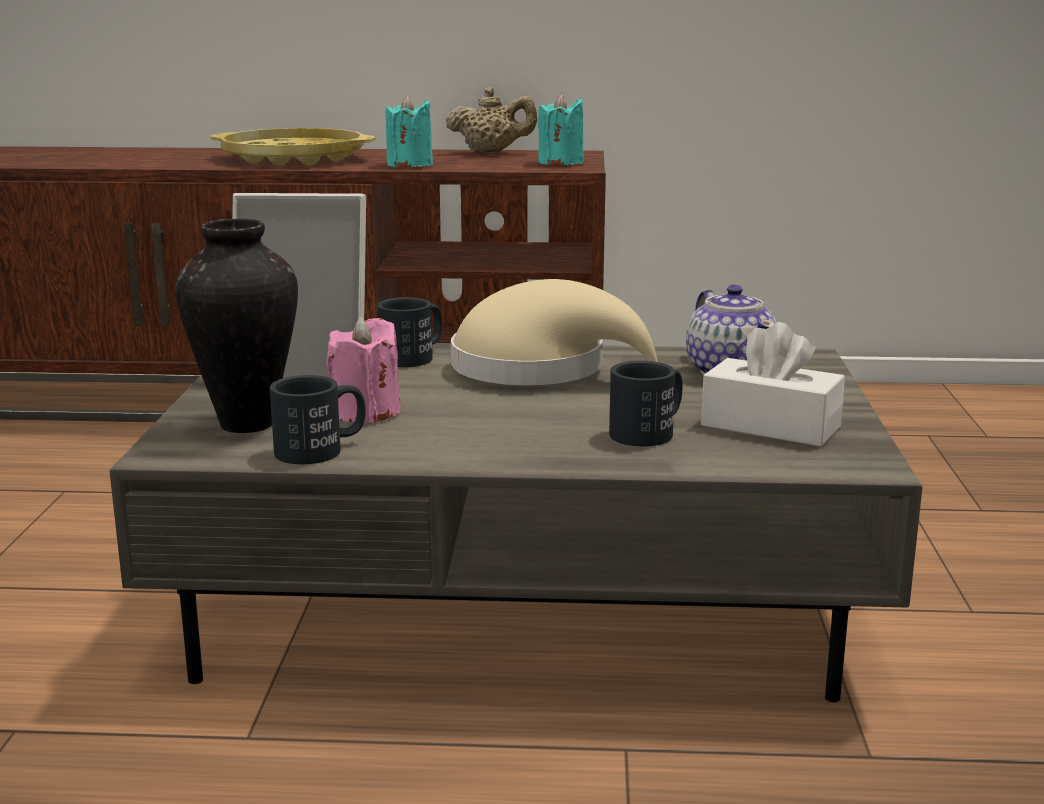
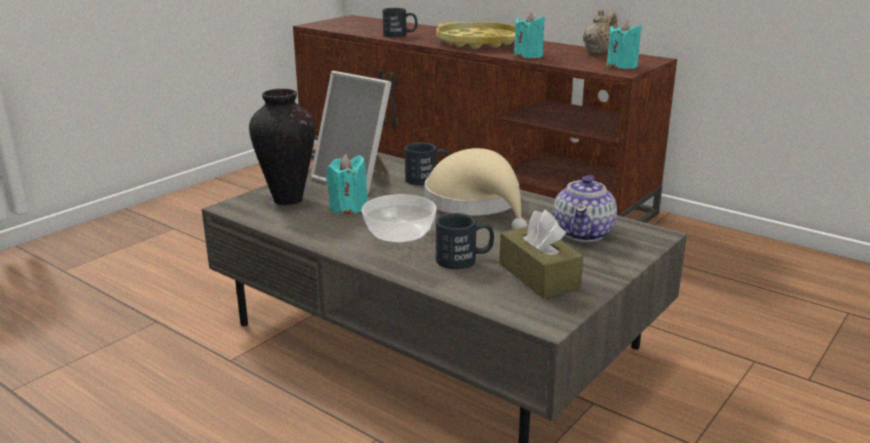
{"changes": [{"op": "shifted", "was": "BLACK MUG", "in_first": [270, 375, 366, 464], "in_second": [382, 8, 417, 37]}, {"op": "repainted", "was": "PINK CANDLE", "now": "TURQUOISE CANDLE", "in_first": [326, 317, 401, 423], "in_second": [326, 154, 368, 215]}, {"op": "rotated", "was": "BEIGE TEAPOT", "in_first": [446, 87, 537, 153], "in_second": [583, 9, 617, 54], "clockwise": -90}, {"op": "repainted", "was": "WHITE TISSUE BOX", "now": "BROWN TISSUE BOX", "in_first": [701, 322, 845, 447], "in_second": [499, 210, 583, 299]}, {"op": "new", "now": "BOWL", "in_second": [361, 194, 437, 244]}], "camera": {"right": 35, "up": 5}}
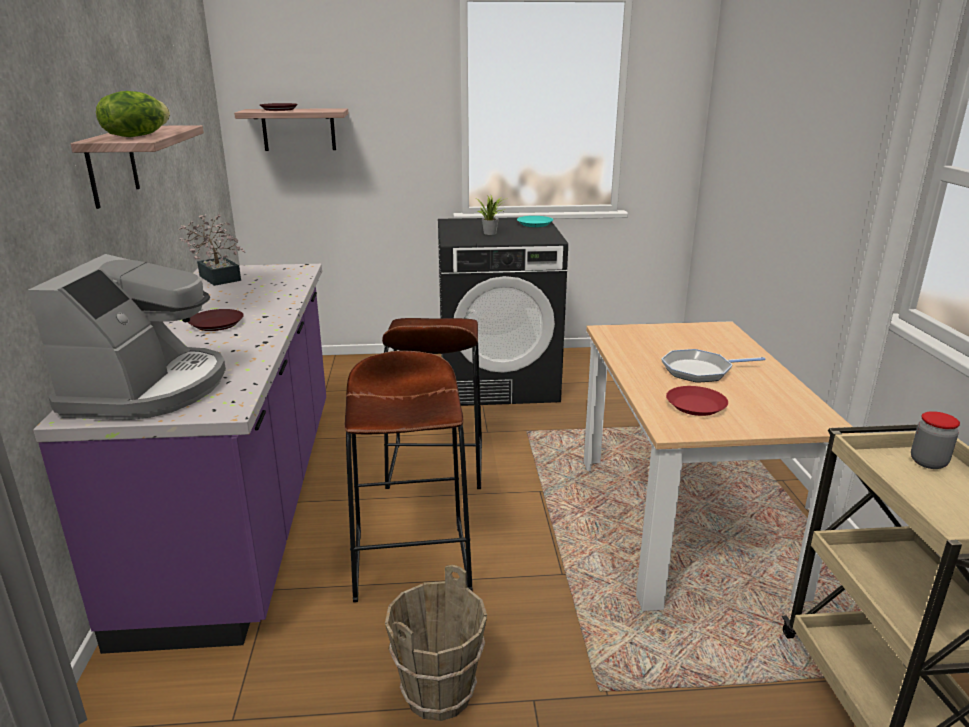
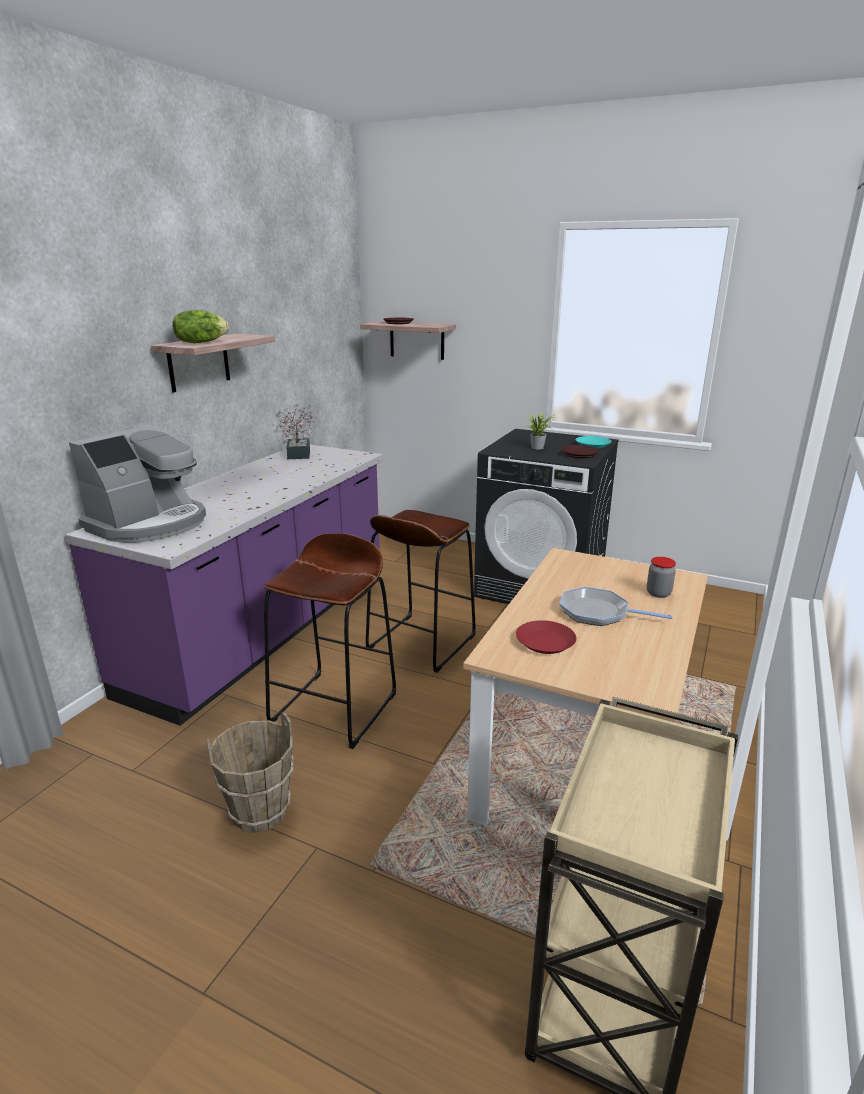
{"changes": [{"op": "shifted", "was": "BROWN PLATE", "in_first": [188, 309, 244, 331], "in_second": [562, 445, 600, 458]}, {"op": "shifted", "was": "JAR", "in_first": [911, 411, 960, 469], "in_second": [647, 557, 676, 598]}], "camera": {"right": 30, "up": 0}}
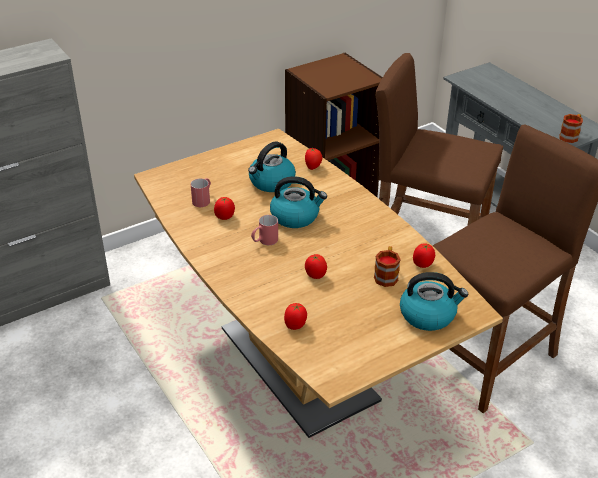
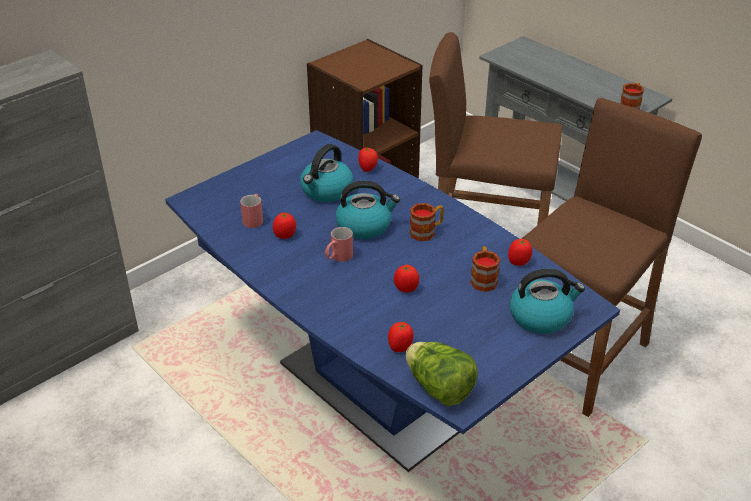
{"changes": [{"op": "repainted", "was": "BROWN DINING TABLE", "now": "BLUE DINING TABLE", "in_first": [134, 129, 503, 438], "in_second": [165, 130, 620, 472]}, {"op": "new", "now": "LETTUCE", "in_second": [405, 342, 478, 406]}, {"op": "new", "now": "MUG", "in_second": [409, 203, 444, 241]}], "camera": {"right": -10, "up": 0}}
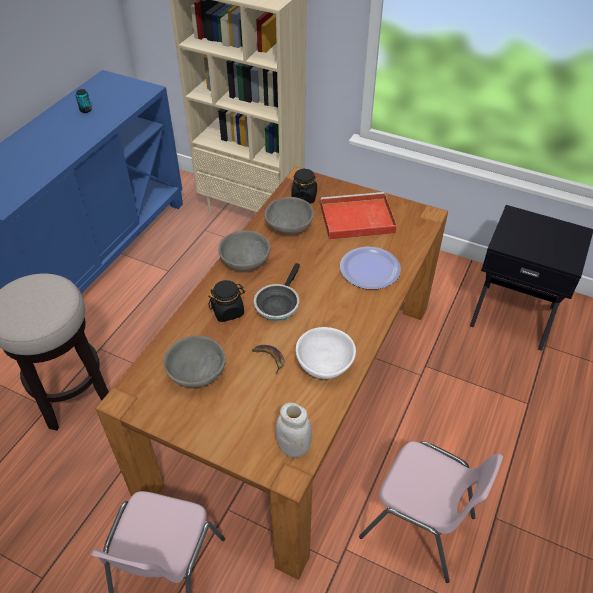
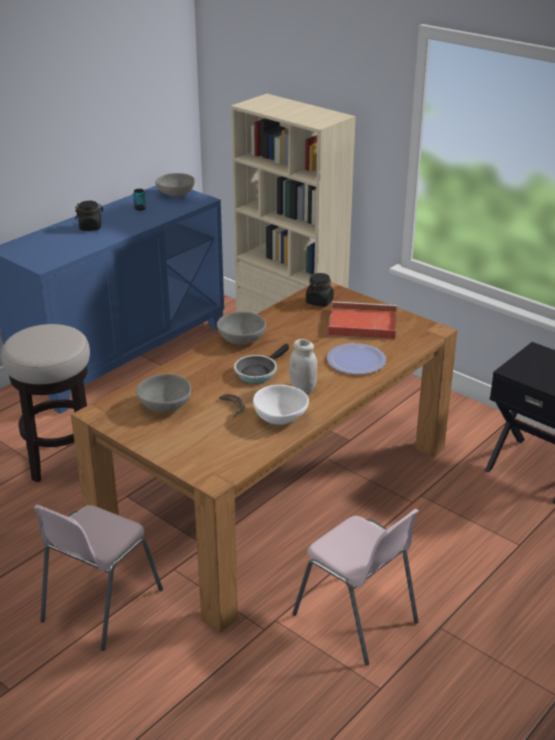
{"changes": [{"op": "shifted", "was": "BLACK JAR", "in_first": [208, 280, 245, 322], "in_second": [75, 201, 103, 231]}, {"op": "shifted", "was": "GREY BOWL", "in_first": [264, 197, 314, 234], "in_second": [155, 173, 195, 197]}, {"op": "shifted", "was": "WHITE JAR", "in_first": [276, 403, 312, 458], "in_second": [289, 339, 317, 393]}], "camera": {"right": 15, "up": -15}}
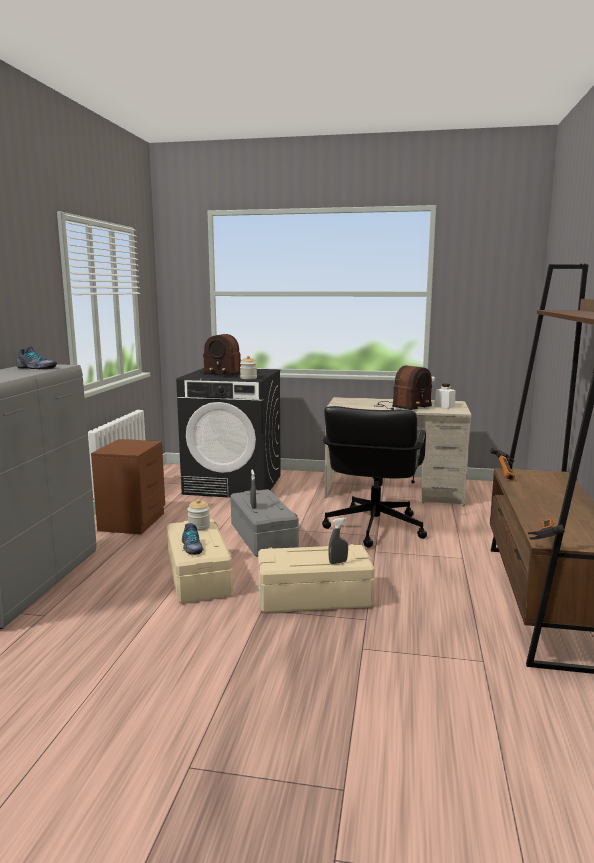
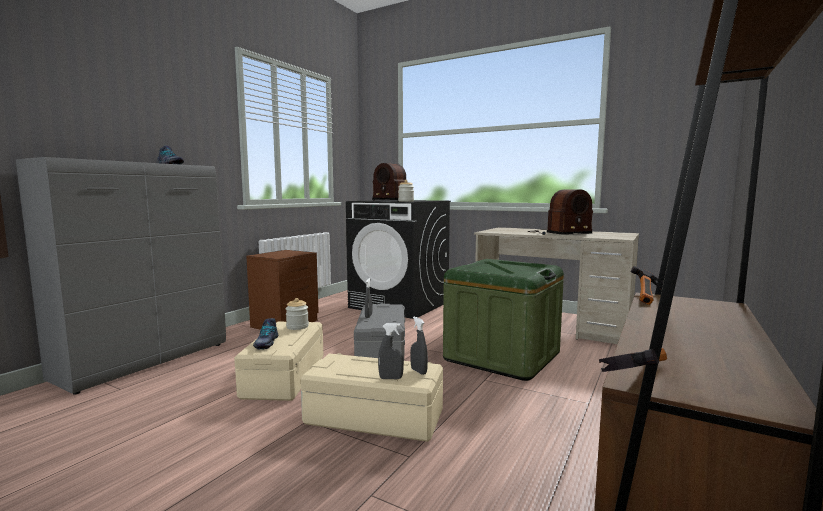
{"changes": [{"op": "swapped", "was": "BLACK OFFICE CHAIR", "now": "GREEN STORAGE BOX", "in_first": [322, 406, 427, 548], "in_second": [443, 259, 564, 381]}, {"op": "gone", "was": "WHITE JAR", "in_first": [434, 383, 455, 408]}, {"op": "new", "now": "GREY SPRAY BOTTLE", "in_second": [410, 317, 428, 375]}], "camera": {"right": 20, "up": -5}}
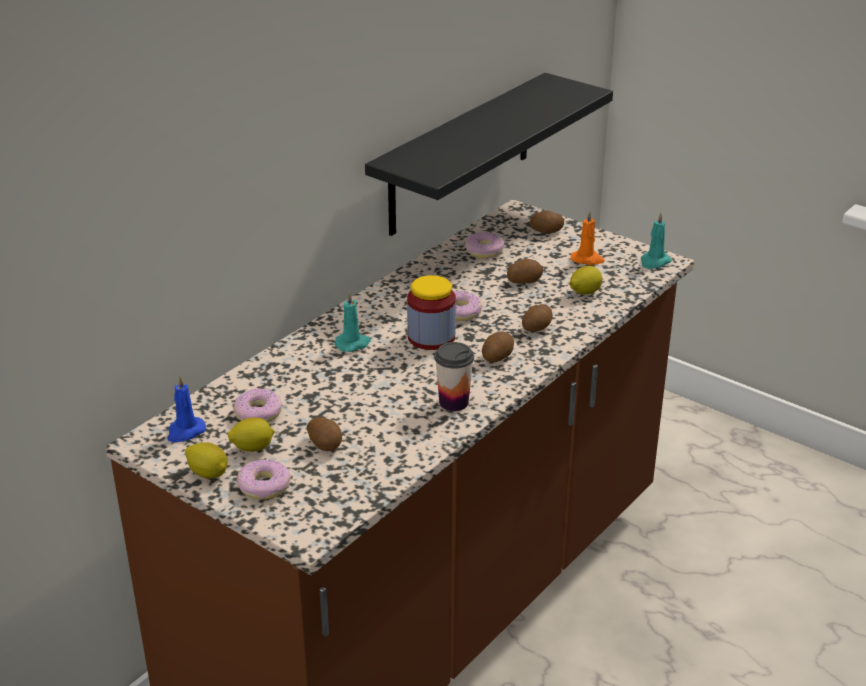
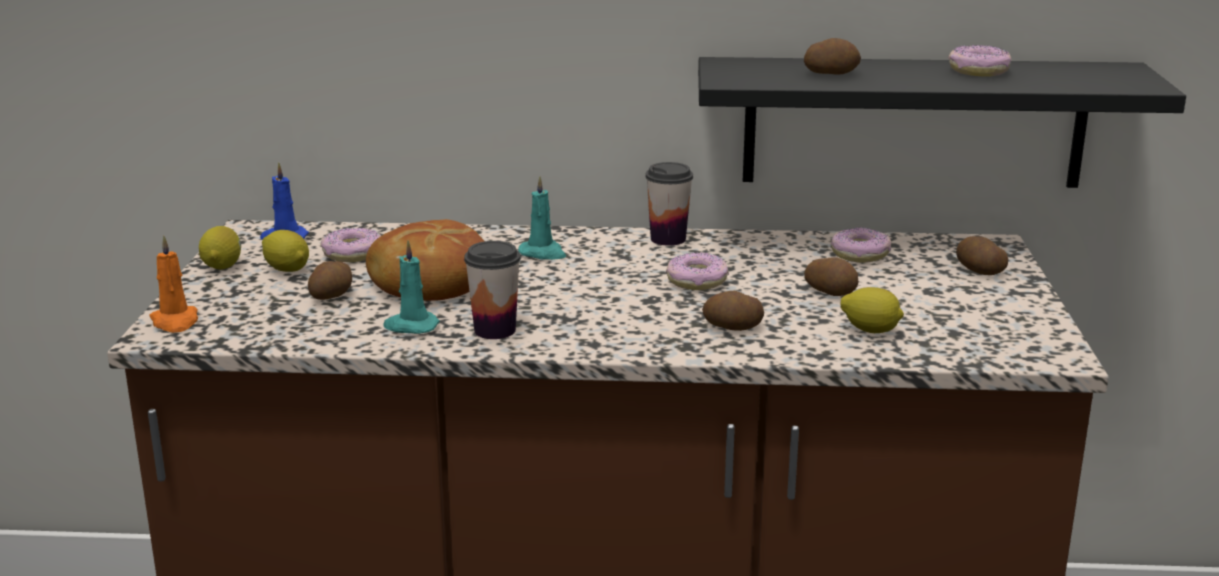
{"changes": [{"op": "shifted", "was": "DONUT", "in_first": [237, 459, 291, 500], "in_second": [948, 45, 1012, 76]}, {"op": "gone", "was": "JAR", "in_first": [407, 275, 456, 350]}, {"op": "shifted", "was": "POTATO", "in_first": [482, 331, 514, 362], "in_second": [804, 38, 861, 75]}, {"op": "shifted", "was": "ORANGE CANDLE", "in_first": [571, 211, 605, 265], "in_second": [150, 235, 198, 333]}, {"op": "shifted", "was": "TURQUOISE CANDLE", "in_first": [641, 212, 672, 269], "in_second": [383, 240, 440, 334]}, {"op": "new", "now": "BREAD", "in_second": [366, 219, 484, 301]}, {"op": "new", "now": "CUP", "in_second": [645, 162, 693, 246]}], "camera": {"right": 55, "up": -10}}
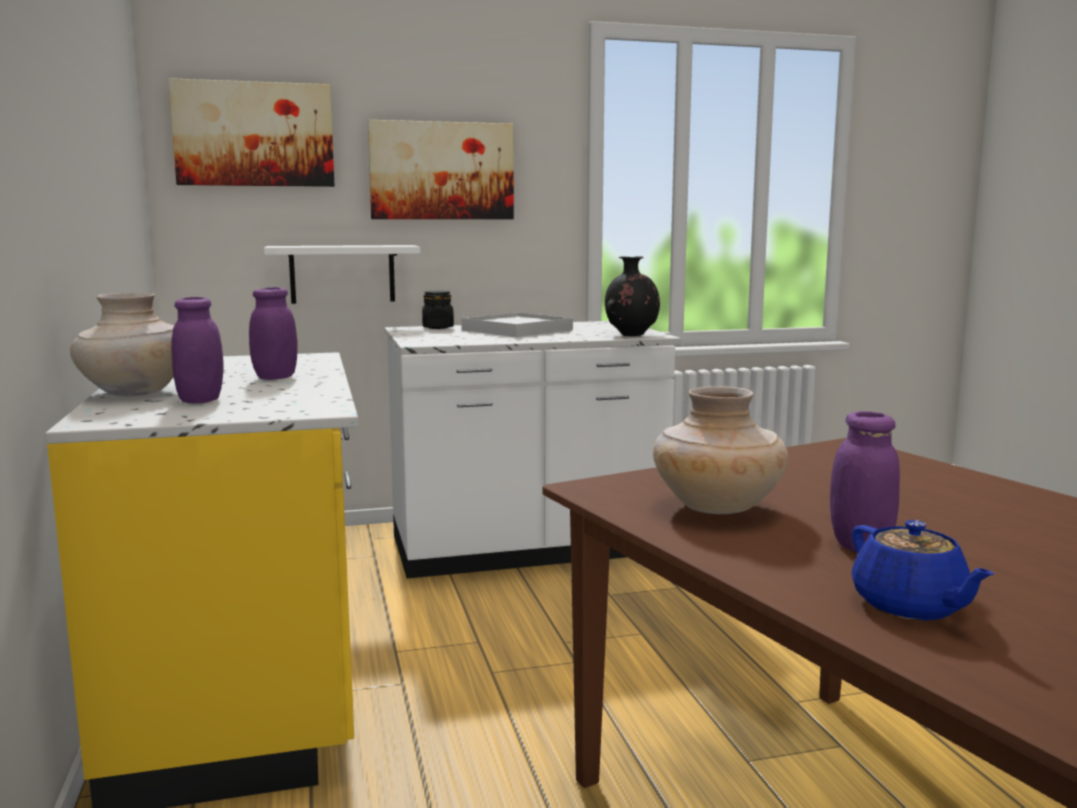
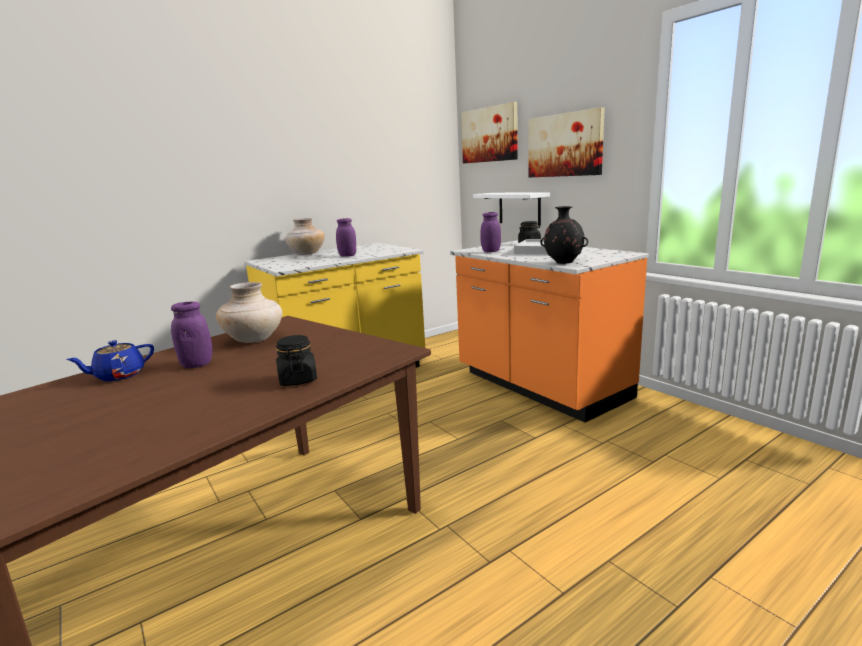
{"changes": [{"op": "shifted", "was": "PURPLE JAR", "in_first": [171, 297, 224, 403], "in_second": [480, 212, 501, 252]}, {"op": "repainted", "was": "WHITE COUNTER", "now": "ORANGE COUNTER", "in_first": [385, 321, 681, 578], "in_second": [450, 240, 649, 422]}, {"op": "new", "now": "BLACK JAR", "in_second": [276, 335, 317, 386]}], "camera": {"right": 70, "up": 5}}
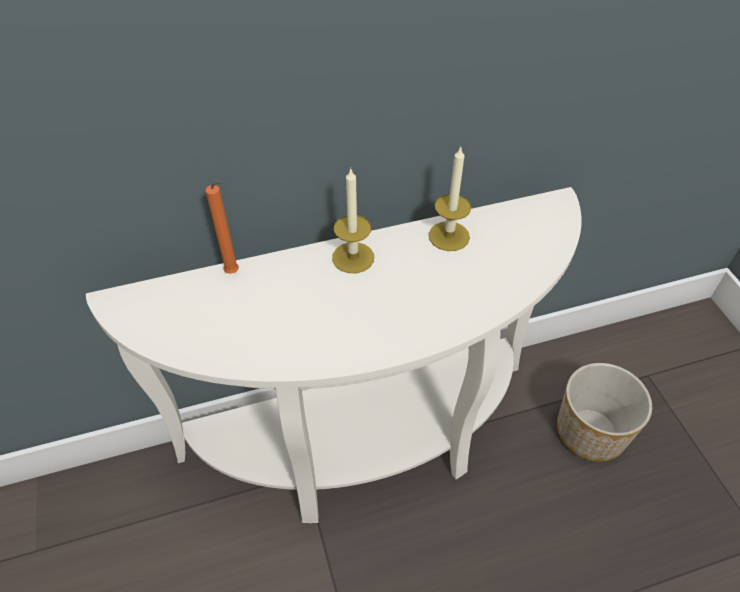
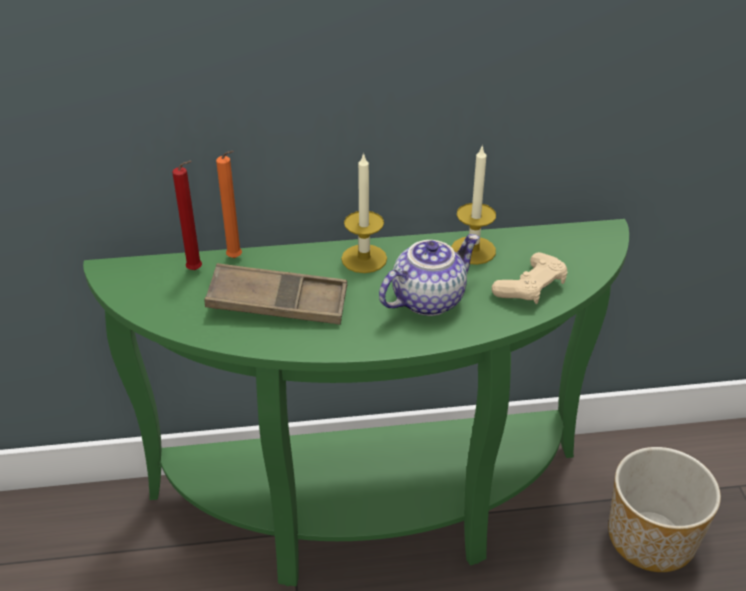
{"changes": [{"op": "repainted", "was": "WHITE CONSOLE TABLE", "now": "GREEN CONSOLE TABLE", "in_first": [86, 187, 581, 524], "in_second": [83, 219, 629, 586]}, {"op": "new", "now": "RED CANDLE", "in_second": [172, 161, 202, 270]}, {"op": "new", "now": "BROWN TRAY", "in_second": [205, 263, 347, 325]}, {"op": "new", "now": "TEAPOT", "in_second": [379, 234, 480, 316]}, {"op": "new", "now": "BEIGE GAME CONTROLLER", "in_second": [492, 252, 567, 304]}], "camera": {"right": 10, "up": -10}}
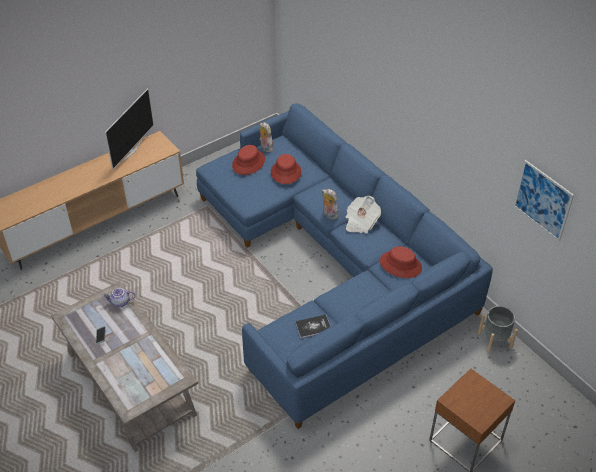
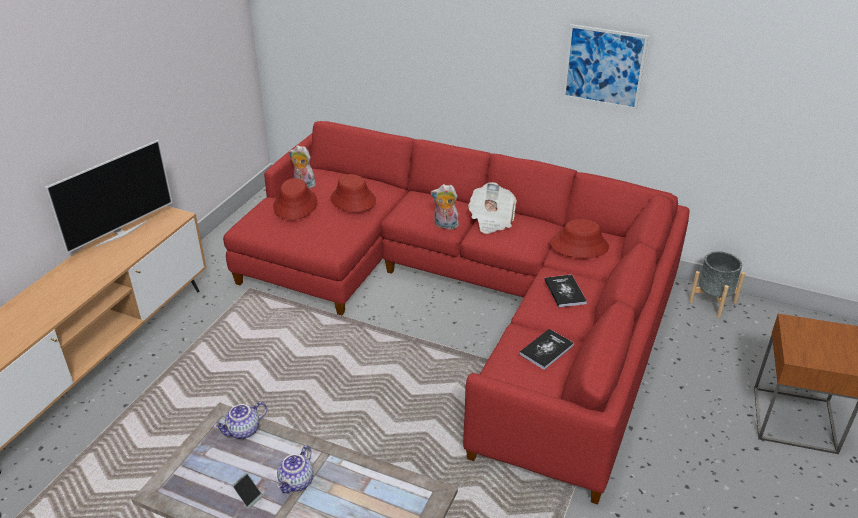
{"changes": [{"op": "rotated", "was": "TELEVISION", "in_first": [105, 88, 154, 170], "in_second": [45, 140, 173, 253], "clockwise": 45}, {"op": "repainted", "was": "BLUE SOFA", "now": "RED SOFA", "in_first": [196, 103, 493, 429], "in_second": [223, 121, 689, 505]}, {"op": "shifted", "was": "PICTURE", "in_first": [513, 160, 574, 241], "in_second": [563, 24, 649, 110]}, {"op": "new", "now": "TEAPOT", "in_second": [277, 445, 313, 493]}, {"op": "new", "now": "BOOK", "in_second": [545, 274, 587, 308]}], "camera": {"right": -30, "up": -10}}
